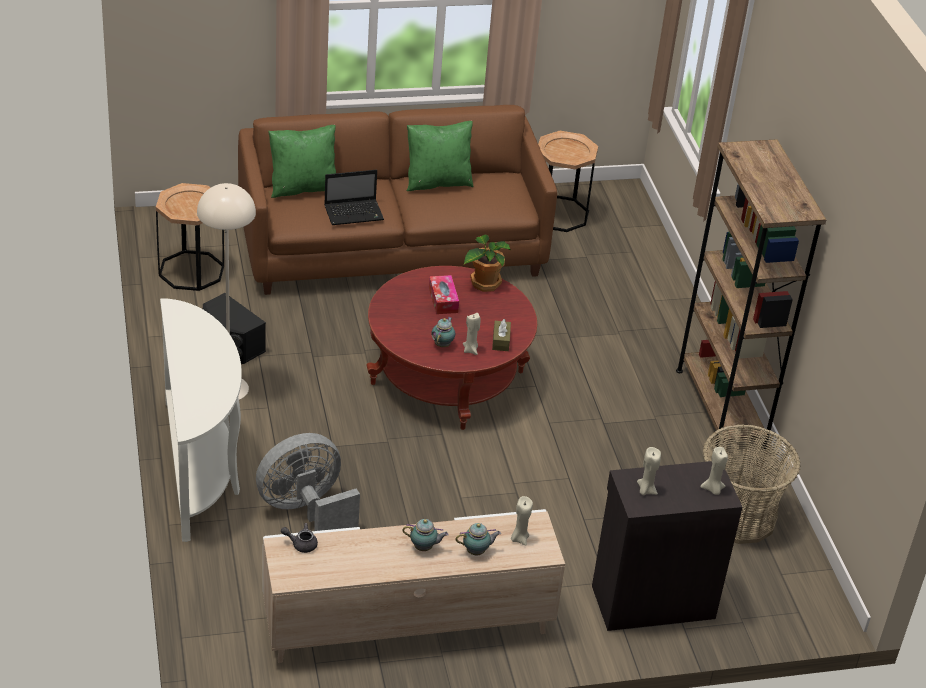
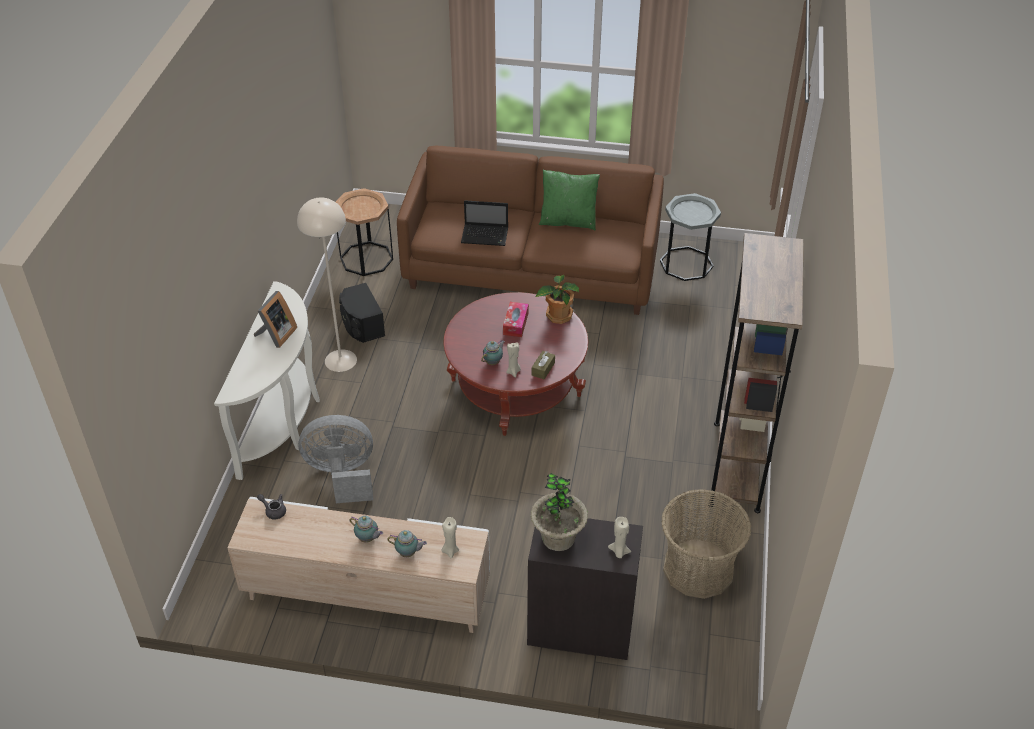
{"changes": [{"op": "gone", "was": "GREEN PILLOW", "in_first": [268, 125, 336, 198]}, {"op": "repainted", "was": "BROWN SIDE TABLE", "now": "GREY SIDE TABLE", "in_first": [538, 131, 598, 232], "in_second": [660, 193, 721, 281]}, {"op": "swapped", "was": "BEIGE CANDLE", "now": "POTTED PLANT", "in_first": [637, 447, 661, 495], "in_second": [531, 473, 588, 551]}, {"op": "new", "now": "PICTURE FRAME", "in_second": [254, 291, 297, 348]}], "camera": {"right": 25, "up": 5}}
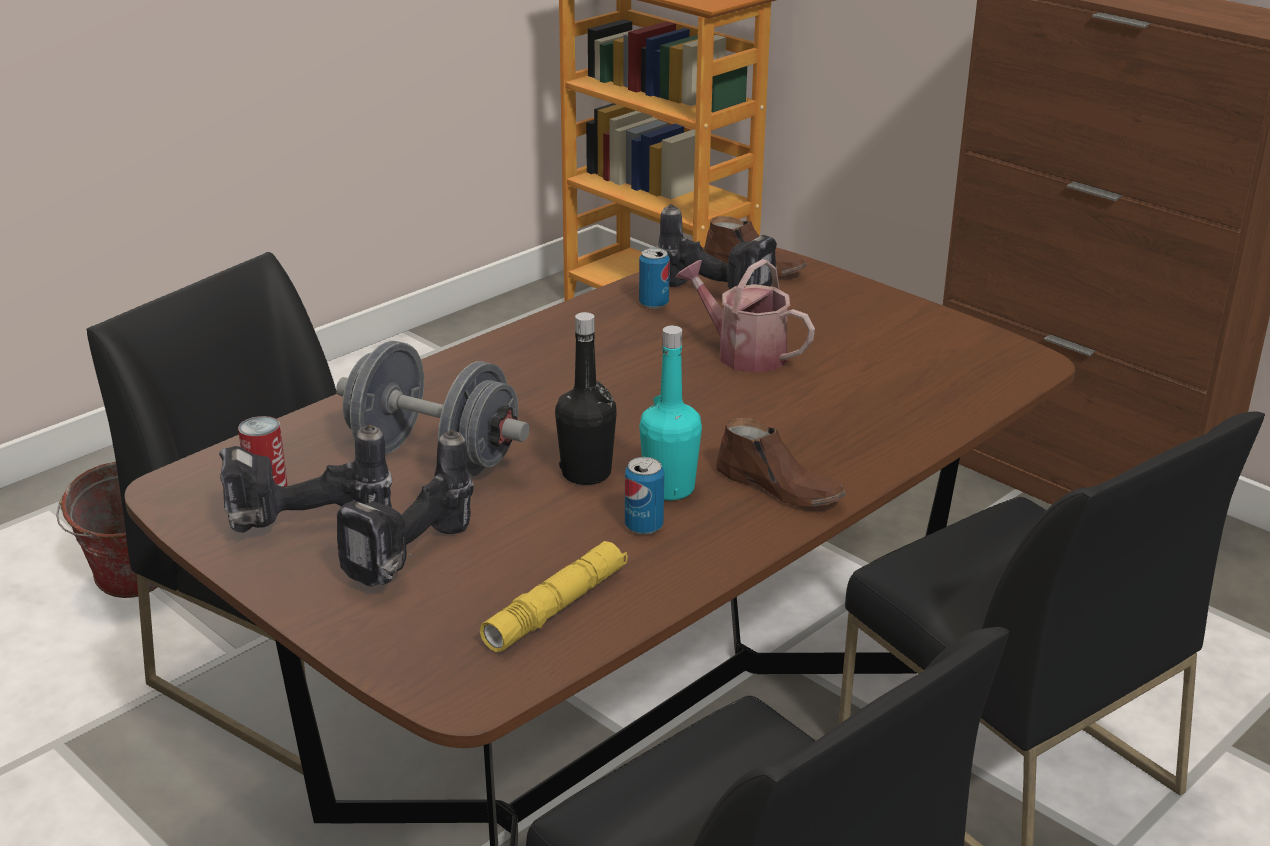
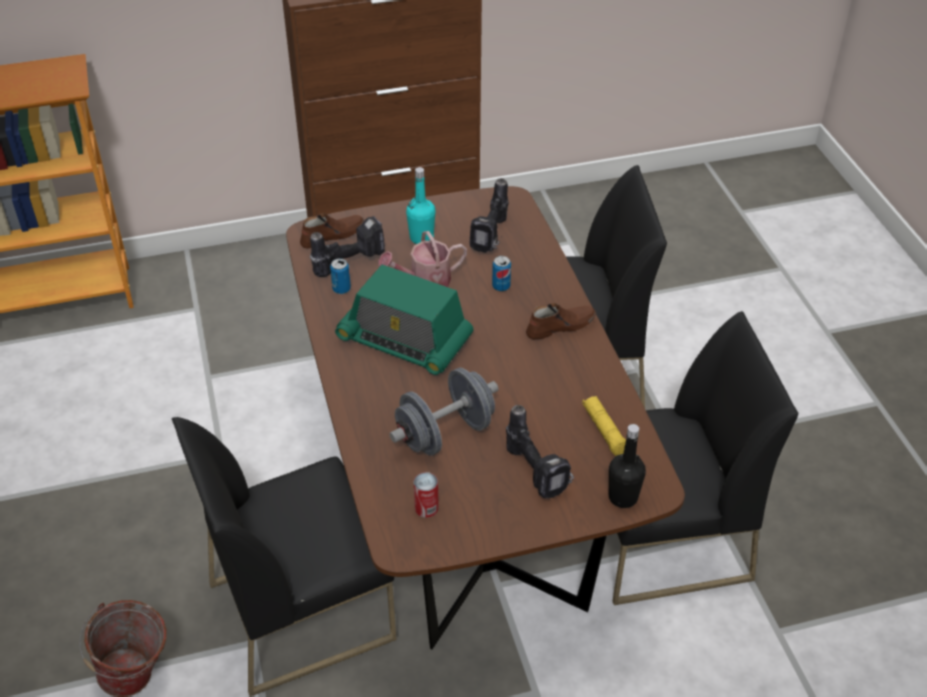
{"changes": [{"op": "shifted", "was": "POWER DRILL", "in_first": [219, 425, 392, 532], "in_second": [470, 178, 509, 253]}, {"op": "shifted", "was": "BLACK BOTTLE", "in_first": [555, 312, 617, 485], "in_second": [609, 424, 646, 508]}, {"op": "shifted", "was": "CAN", "in_first": [625, 457, 664, 535], "in_second": [492, 256, 511, 291]}, {"op": "shifted", "was": "TURQUOISE BOTTLE", "in_first": [639, 326, 702, 500], "in_second": [406, 167, 436, 244]}, {"op": "new", "now": "RADIO", "in_second": [335, 265, 473, 375]}], "camera": {"right": -60, "up": 15}}
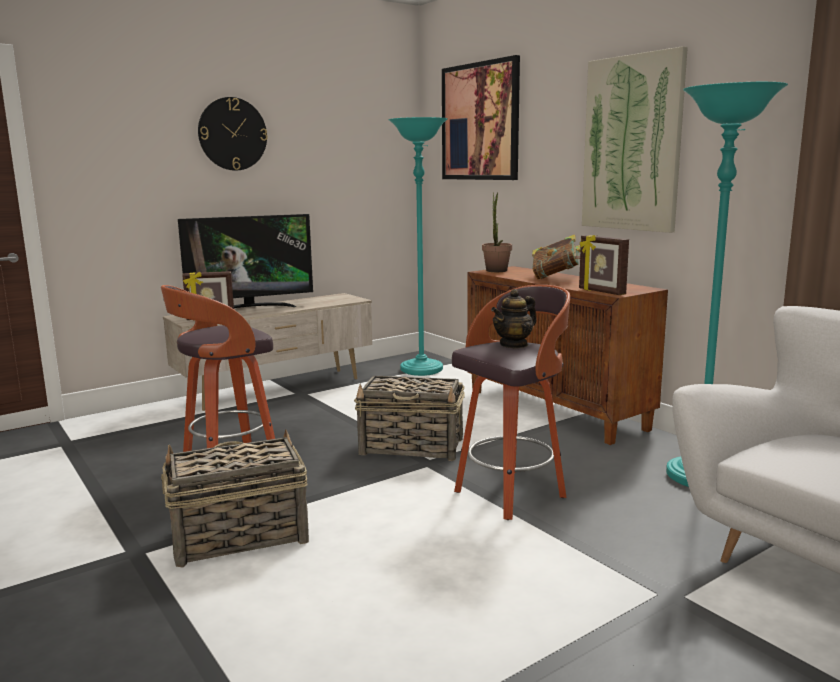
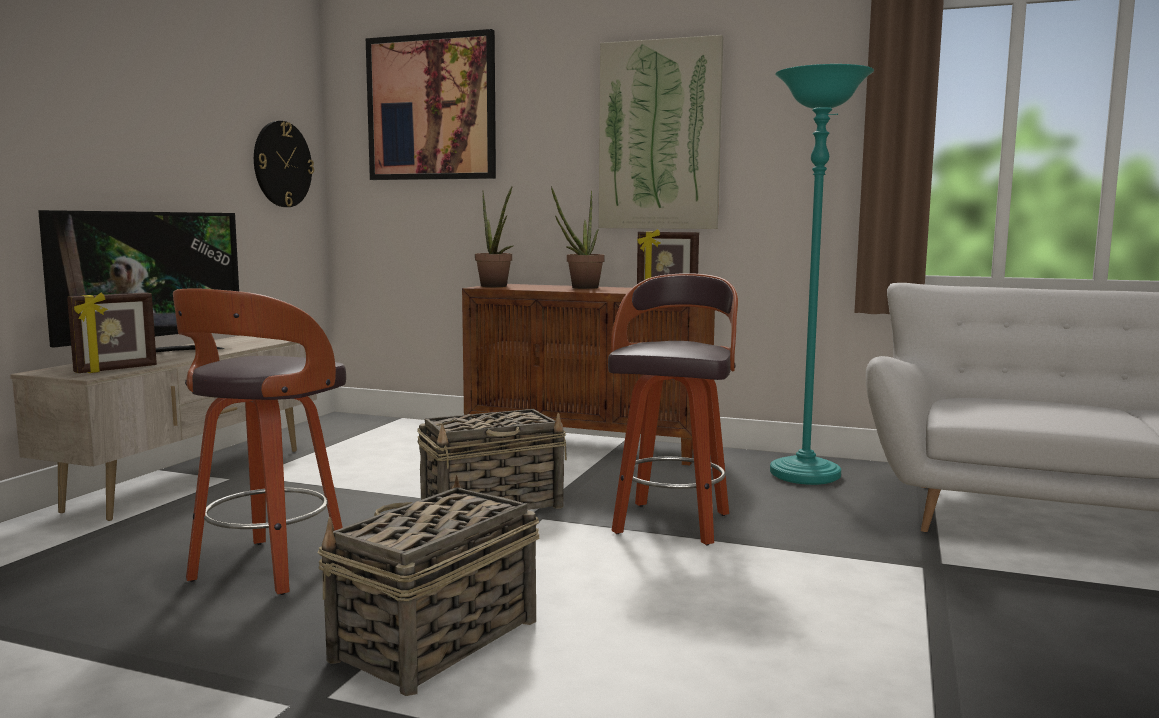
{"changes": [{"op": "shifted", "was": "WALL CLOCK", "in_first": [198, 97, 268, 170], "in_second": [254, 121, 314, 207]}, {"op": "gone", "was": "TURQUOISE FLOOR LAMP", "in_first": [388, 117, 448, 376]}, {"op": "gone", "was": "TEAPOT", "in_first": [491, 289, 536, 349]}, {"op": "swapped", "was": "BOOK", "now": "POTTED PLANT", "in_first": [532, 234, 581, 279], "in_second": [551, 186, 605, 289]}], "camera": {"right": -35, "up": -5}}
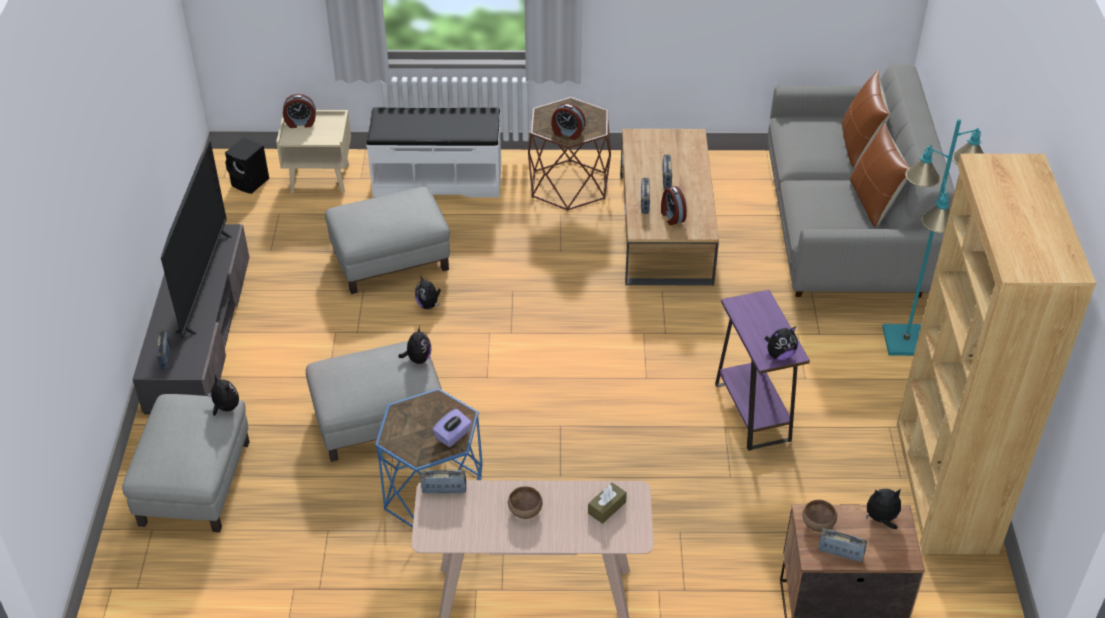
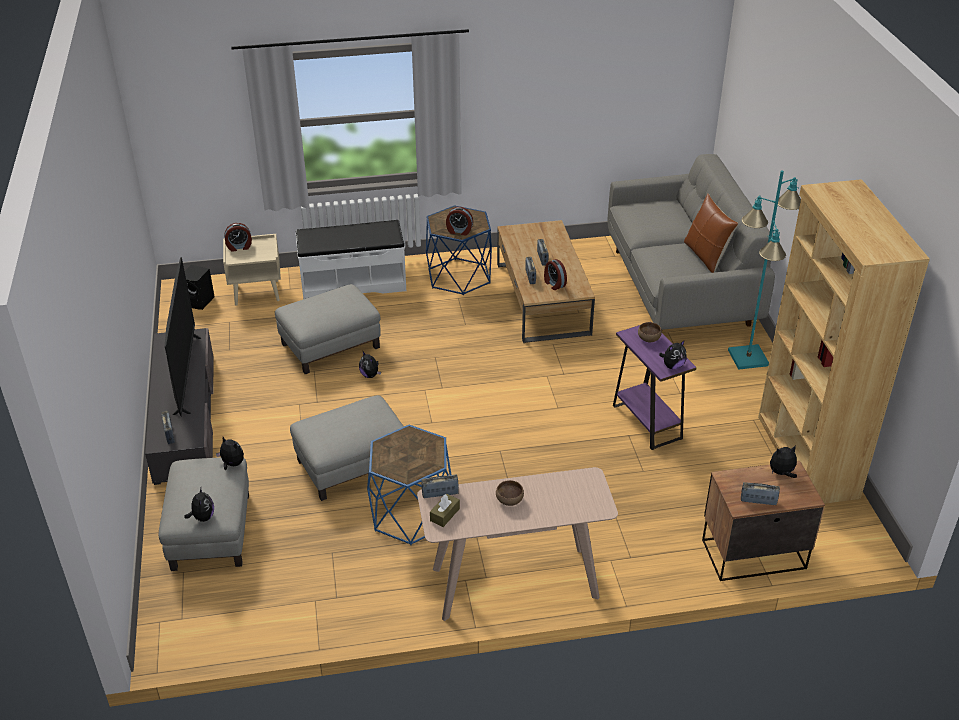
{"changes": [{"op": "shifted", "was": "PLUSH TOY", "in_first": [399, 326, 431, 364], "in_second": [184, 488, 214, 522]}, {"op": "gone", "was": "PURPLE TISSUE BOX", "in_first": [432, 409, 472, 447]}, {"op": "repainted", "was": "BROWN SIDE TABLE", "now": "BLUE SIDE TABLE", "in_first": [528, 97, 611, 211], "in_second": [426, 205, 492, 295]}, {"op": "shifted", "was": "BROWN TISSUE BOX", "in_first": [588, 483, 627, 524], "in_second": [430, 494, 460, 527]}, {"op": "shifted", "was": "BROWN BOWL", "in_first": [802, 500, 837, 532], "in_second": [638, 322, 662, 342]}, {"op": "gone", "was": "BROWN PILLOW", "in_first": [842, 70, 890, 168]}], "camera": {"right": -10, "up": -5}}
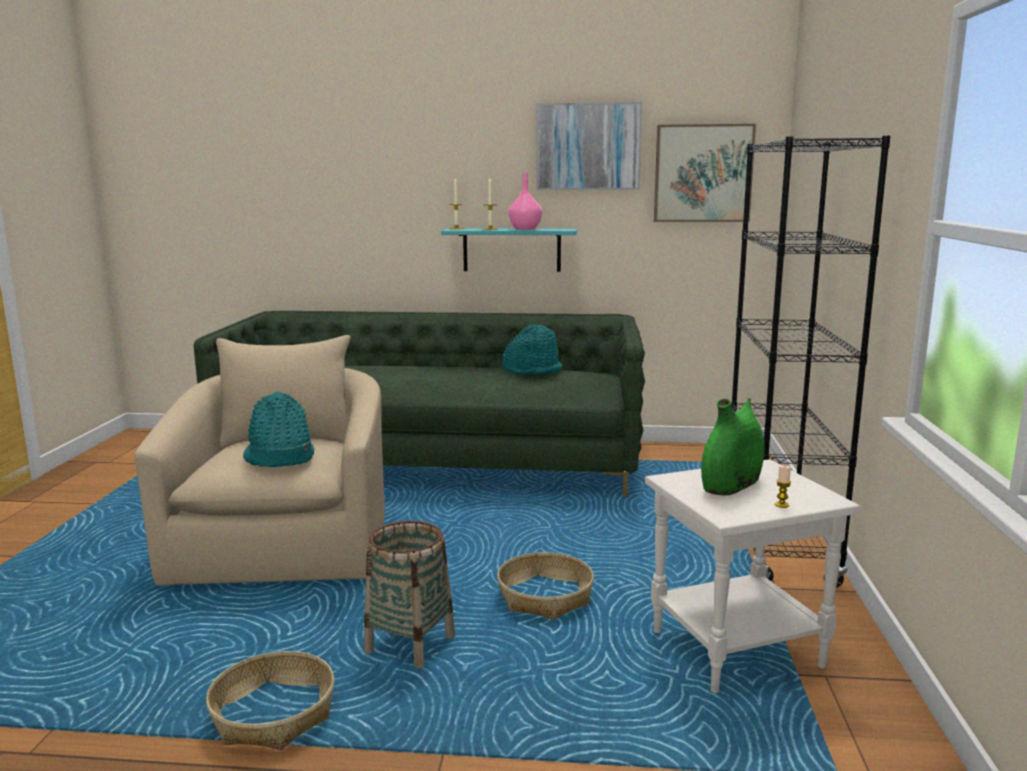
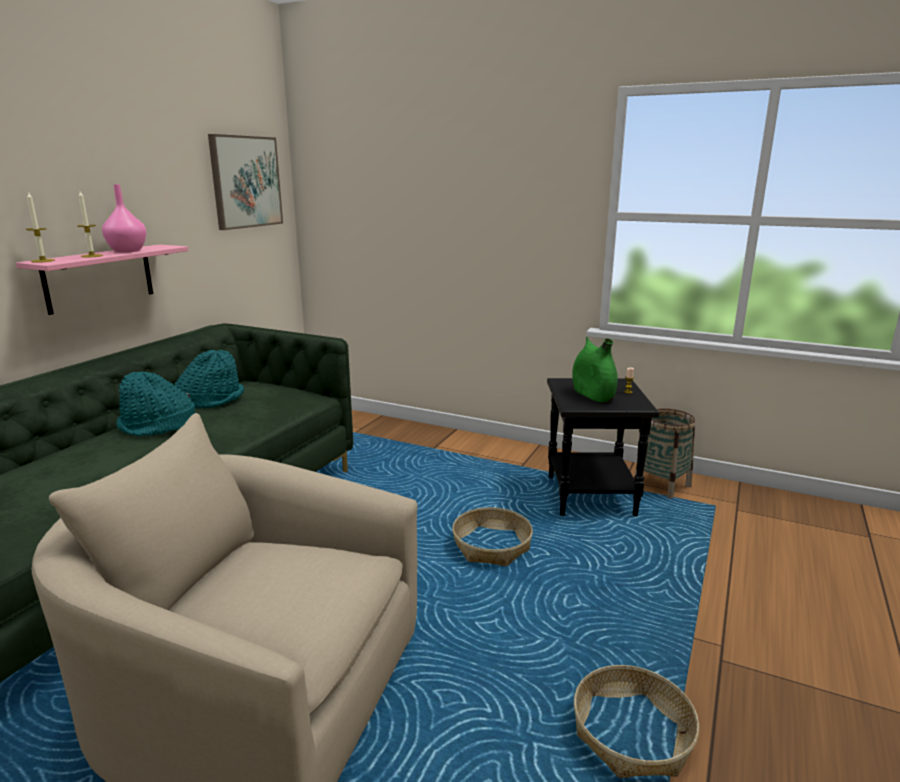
{"changes": [{"op": "shifted", "was": "TURQUOISE HAT", "in_first": [243, 391, 314, 467], "in_second": [116, 372, 195, 436]}, {"op": "shifted", "was": "BASKET", "in_first": [364, 521, 455, 668], "in_second": [634, 408, 696, 499]}, {"op": "repainted", "was": "TURQUOISE SHELF", "now": "PINK SHELF", "in_first": [441, 228, 577, 272], "in_second": [16, 244, 189, 315]}, {"op": "gone", "was": "PICTURE", "in_first": [537, 102, 642, 190]}, {"op": "repainted", "was": "WHITE SIDE TABLE", "now": "BLACK SIDE TABLE", "in_first": [645, 459, 861, 693], "in_second": [547, 378, 659, 516]}, {"op": "gone", "was": "BLACK BOOKCASE", "in_first": [731, 136, 890, 588]}], "camera": {"right": -70, "up": 5}}
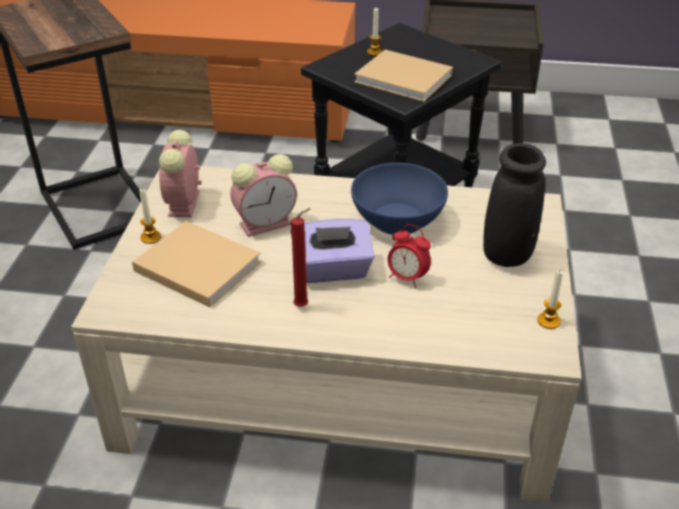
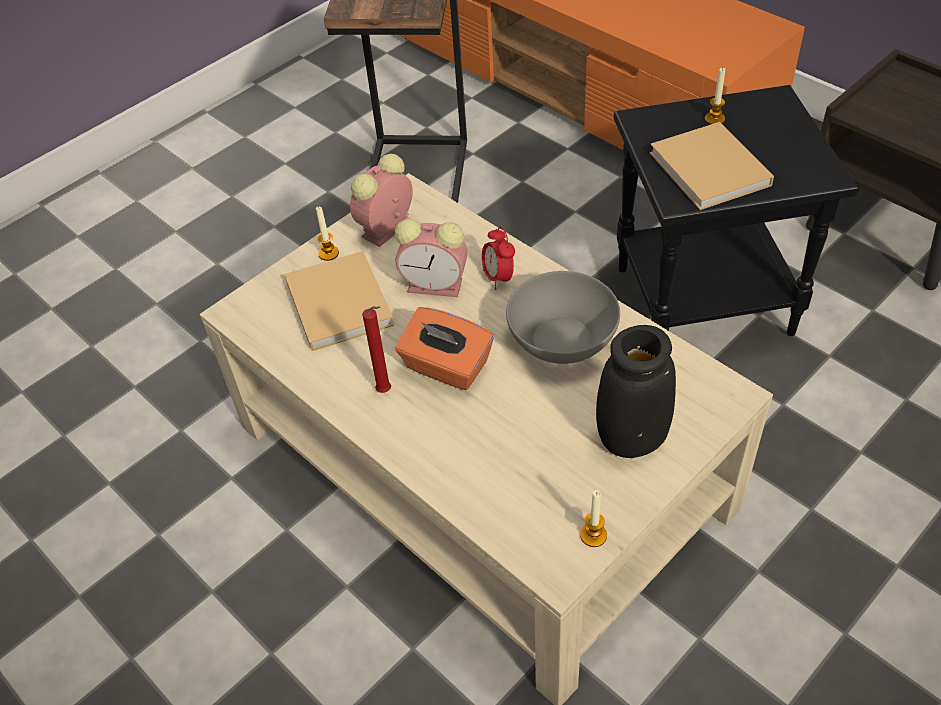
{"changes": [{"op": "repainted", "was": "PURPLE TISSUE BOX", "now": "ORANGE TISSUE BOX", "in_first": [291, 219, 375, 283], "in_second": [395, 307, 494, 390]}, {"op": "repainted", "was": "BLUE BOWL", "now": "GREY BOWL", "in_first": [351, 163, 448, 235], "in_second": [506, 271, 620, 364]}, {"op": "shifted", "was": "ALARM CLOCK", "in_first": [388, 224, 431, 288], "in_second": [482, 226, 515, 290]}], "camera": {"right": 40, "up": 10}}
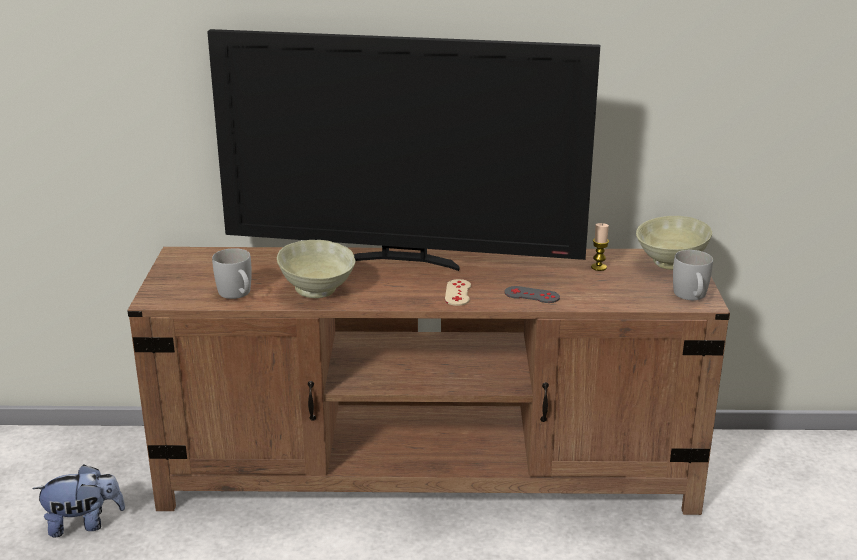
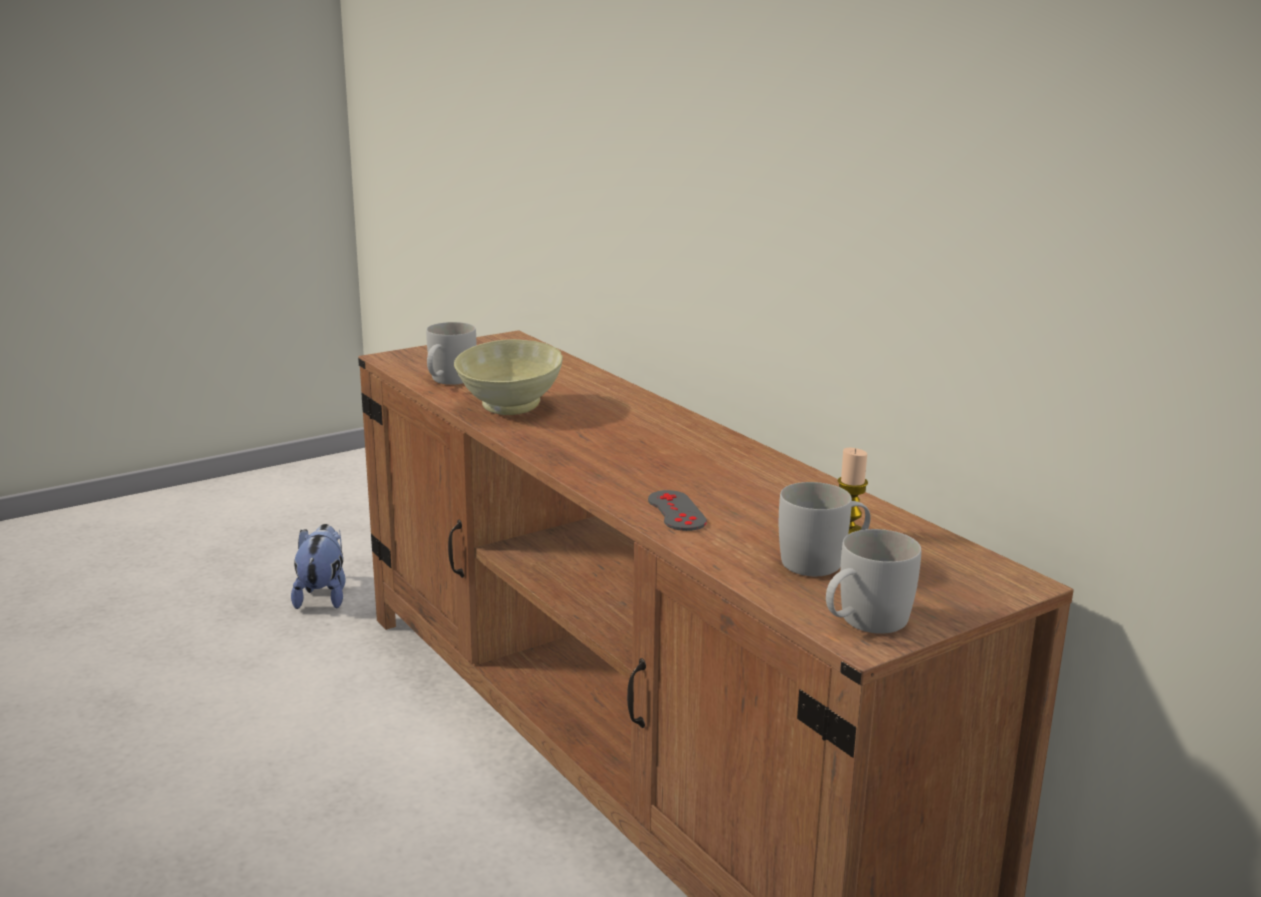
{"changes": [{"op": "rotated", "was": "PLUSH TOY", "in_first": [32, 465, 125, 538], "in_second": [291, 524, 346, 609], "clockwise": -135}, {"op": "gone", "was": "TELEVISION", "in_first": [207, 29, 600, 271]}, {"op": "gone", "was": "BEIGE GAME CONTROLLER", "in_first": [445, 279, 471, 306]}, {"op": "gone", "was": "BEIGE BOWL", "in_first": [636, 216, 712, 270]}, {"op": "new", "now": "WHITE MUG", "in_second": [779, 482, 871, 576]}], "camera": {"right": 55, "up": -5}}
